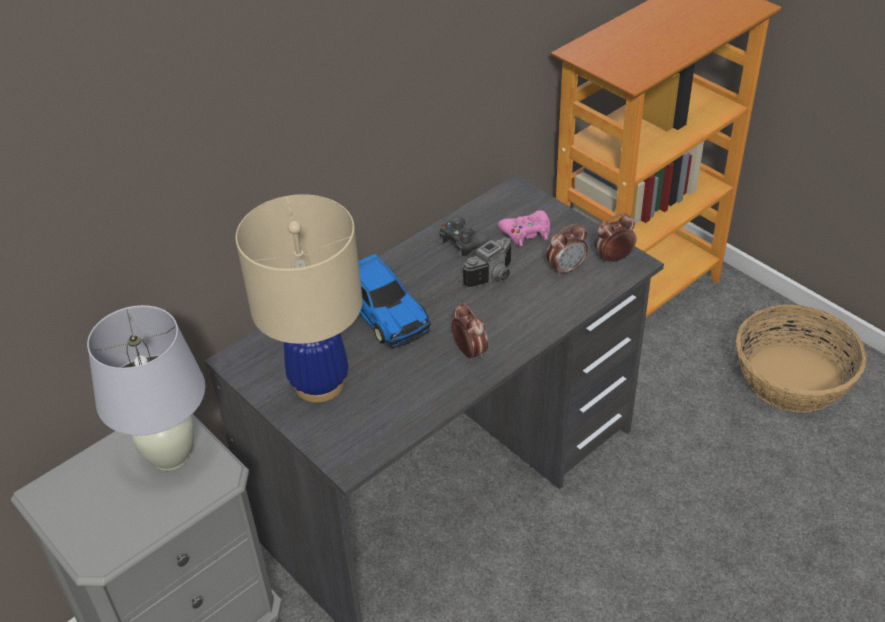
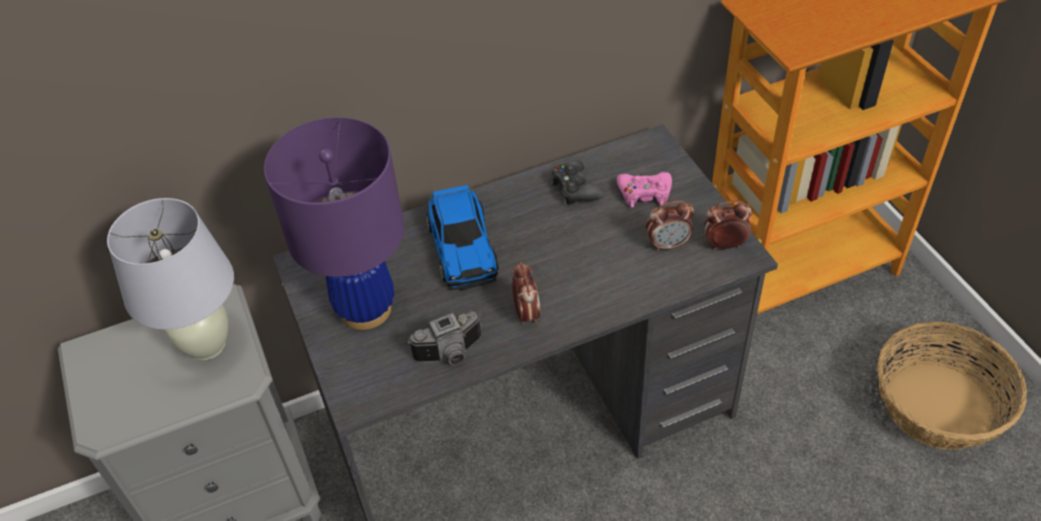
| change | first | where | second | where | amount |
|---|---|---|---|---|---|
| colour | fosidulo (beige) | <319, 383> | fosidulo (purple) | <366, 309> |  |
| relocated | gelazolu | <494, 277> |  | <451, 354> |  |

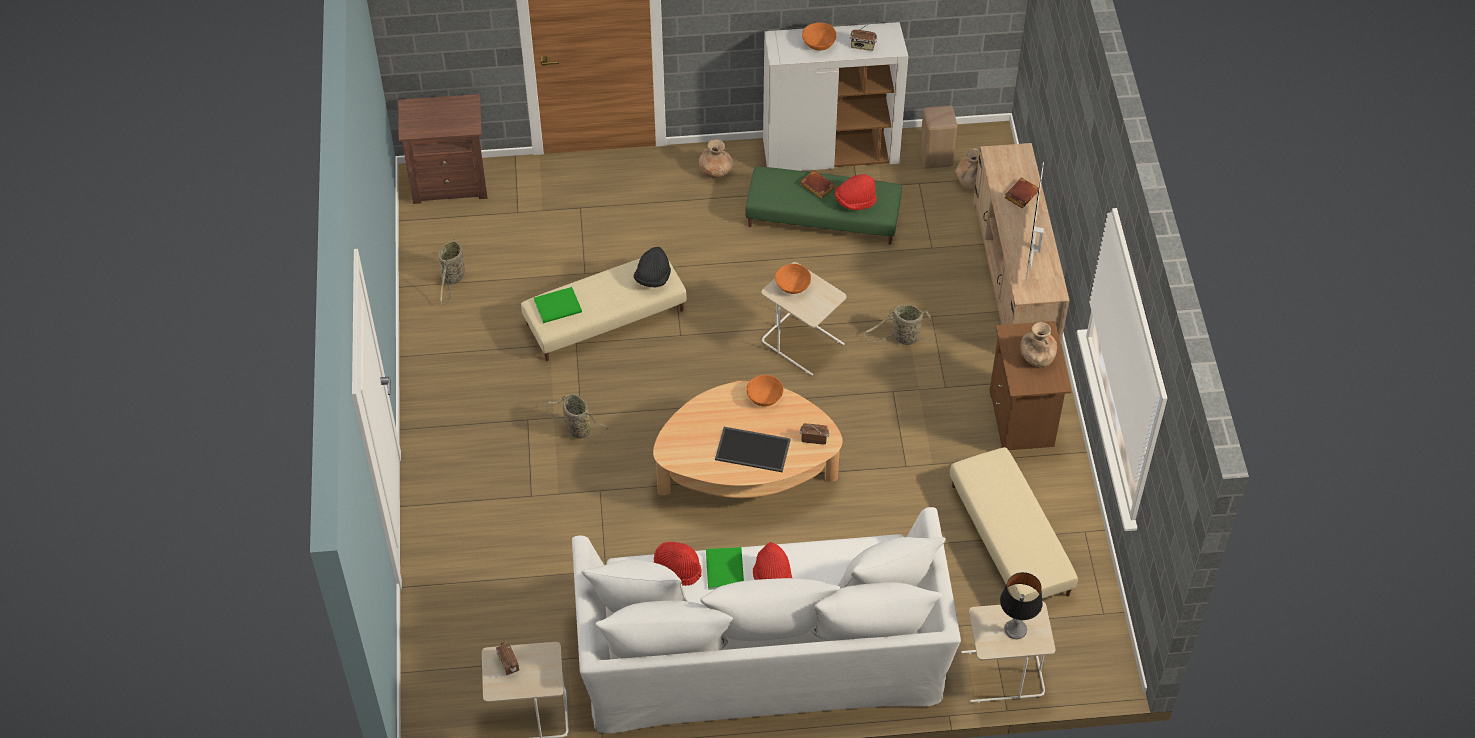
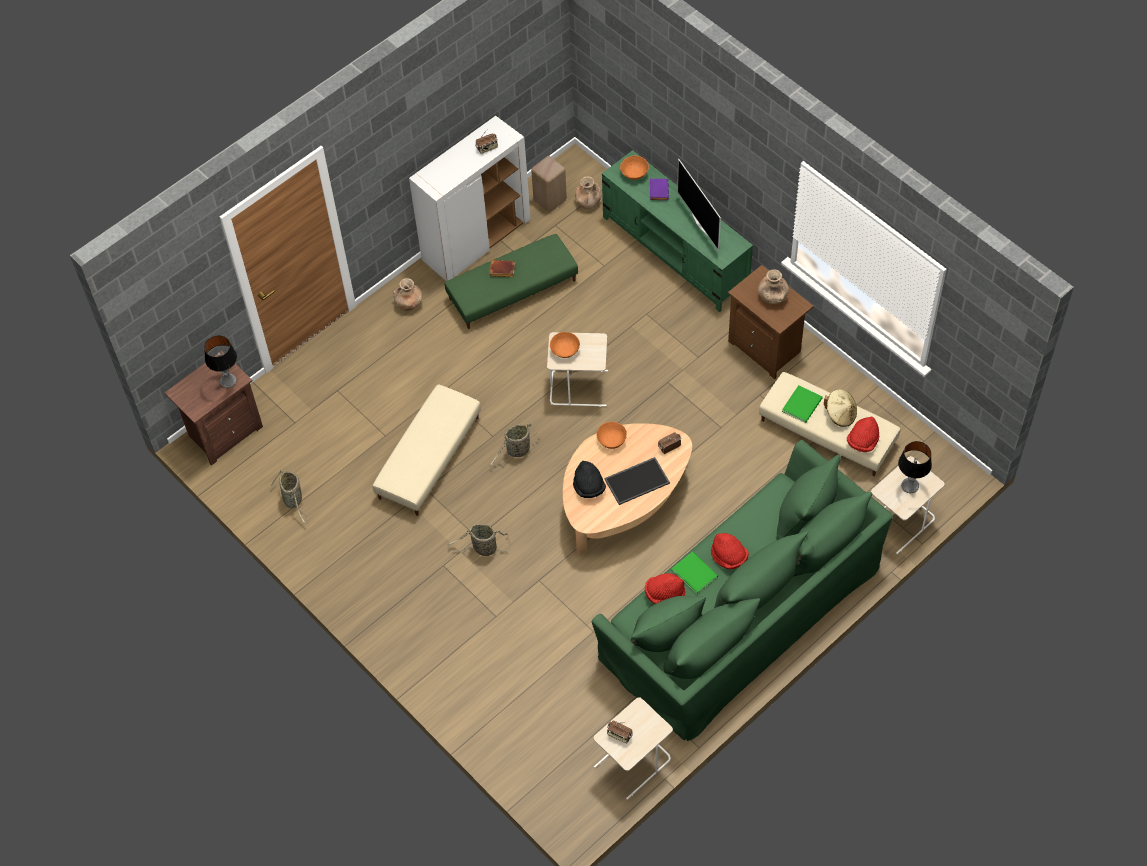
| change | first | where | second | where | amount |
|---|---|---|---|---|---|
| relocated | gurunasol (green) | <559, 307> |  | <803, 404> |  |
| colour | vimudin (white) | <761, 647> | vimudin (green) | <739, 610> |  |
| relocated | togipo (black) | <653, 278> |  | <589, 487> |  |
| relocated | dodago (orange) | <818, 44> |  | <634, 173> |  |
| relocated | togipo (red) | <855, 201> |  | <862, 441> |  |
| relocated | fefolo | <903, 337> |  | <517, 451> |  |
| colour | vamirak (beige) | <1014, 277> | vamirak (green) | <675, 252> |  |
| colour | gurunasol (brown) | <1021, 194> | gurunasol (purple) | <658, 190> |  |
| appeared |  |  | fosidulo | <228, 381> |  |
| appeared |  |  | togipo (beige) | <840, 414> |  |

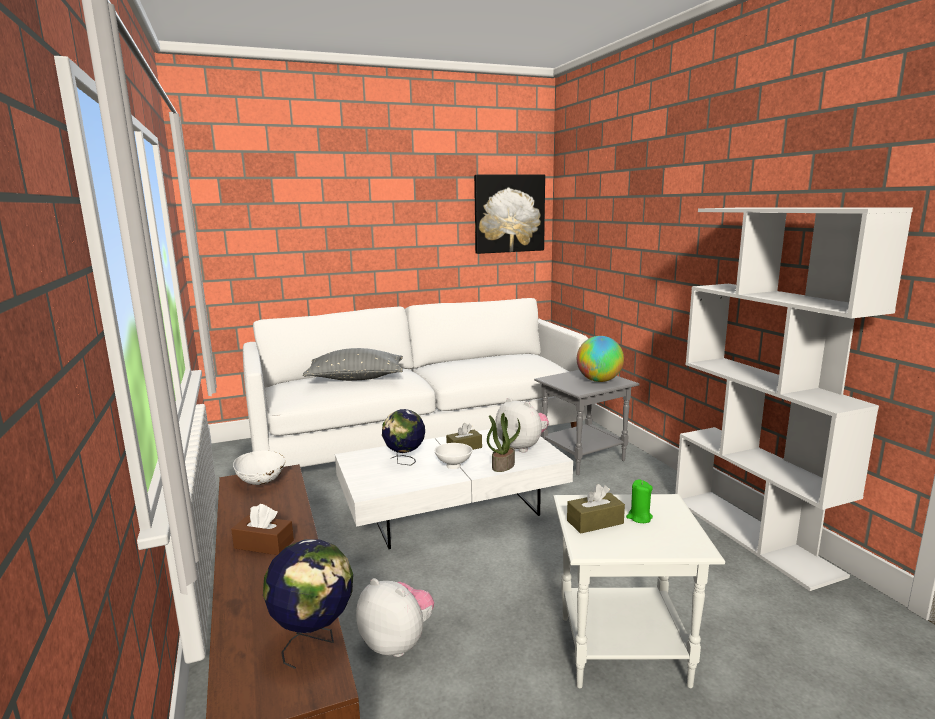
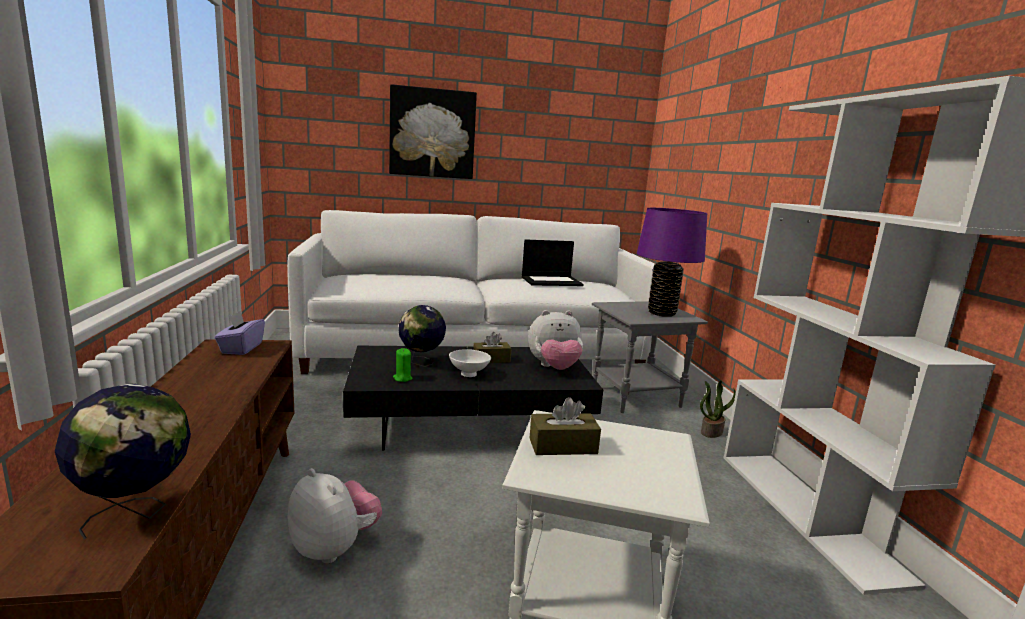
| change | first | where | second | where | amount |
|---|---|---|---|---|---|
| missing | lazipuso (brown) | <264, 544> |  |  |  |
| exchanged | dodago (white) | <262, 481> | lazipuso (purple) | <241, 348> |  |
| missing | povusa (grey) | <356, 379> |  |  |  |
| colour | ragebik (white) | <453, 510> | ragebik (black) | <469, 424> |  |
| relocated | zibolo | <509, 213> |  | <432, 133> |  |
| relocated | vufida | <503, 465> |  | <711, 431> |  |
| spun | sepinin | <522, 447> |  | <554, 368> | 120 degrees clockwise |
| exchanged | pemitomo | <599, 380> | fosidulo (purple) | <662, 313> |  |
| relocated | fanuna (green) | <639, 517> |  | <402, 378> |  |
| appeared |  |  | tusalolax | <552, 281> |  |

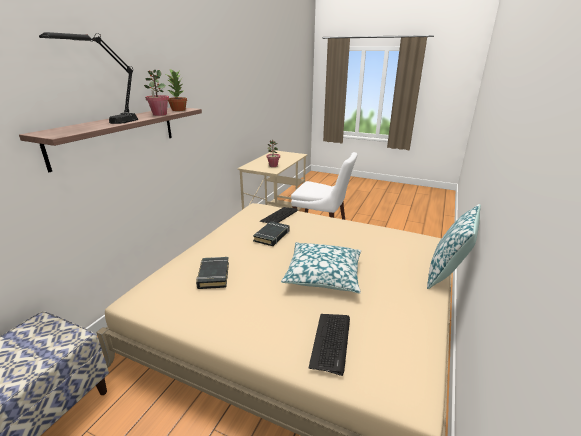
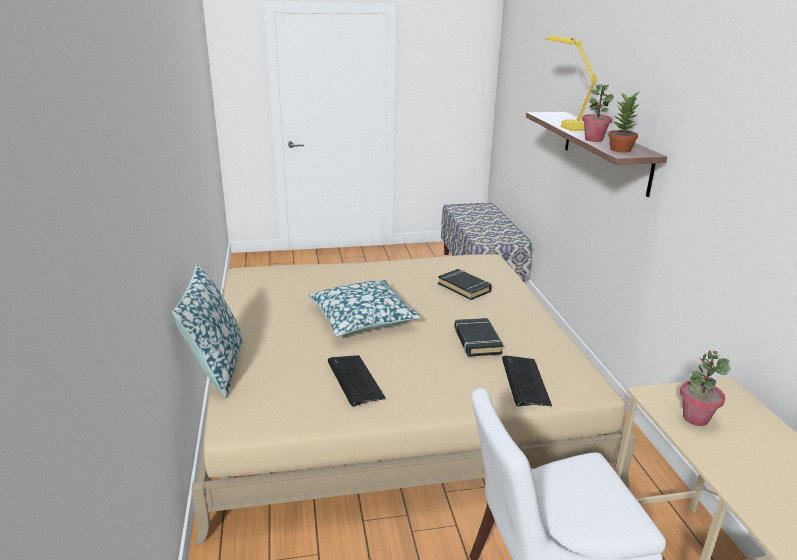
| change | first | where | second | where | amount |
|---|---|---|---|---|---|
| colour | fosidulo (black) | <108, 124> | fosidulo (yellow) | <562, 124> |  |
| relocated | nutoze | <331, 342> |  | <354, 380> |  |

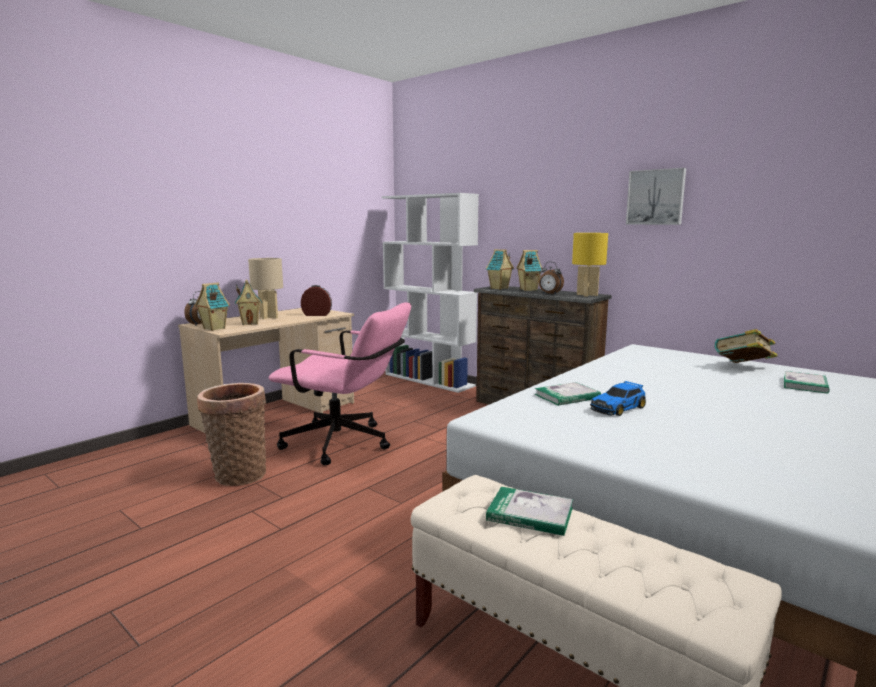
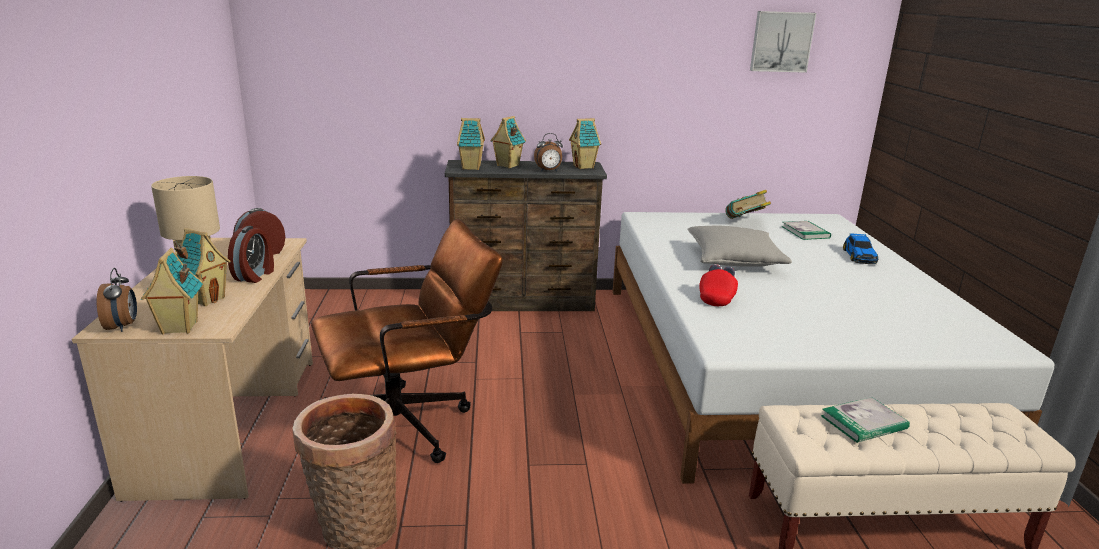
| change | first | where | second | where | amount |
|---|---|---|---|---|---|
| colour | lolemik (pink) | <346, 444> | lolemik (brown) | <410, 425> |  |
| missing | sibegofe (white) | <429, 380> |  |  |  |
| exchanged | gurunasol | <567, 396> | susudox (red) | <717, 297> |  |
| exchanged | fosidulo (yellow) | <587, 295> | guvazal | <584, 166> |  |
| relocated | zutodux | <618, 408> |  | <859, 256> |  |
| relocated | zibolo | <656, 197> |  | <781, 41> |  |
| appeared |  |  | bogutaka | <255, 275> |  |
| appeared |  |  | povusa (grey) | <734, 260> |  |

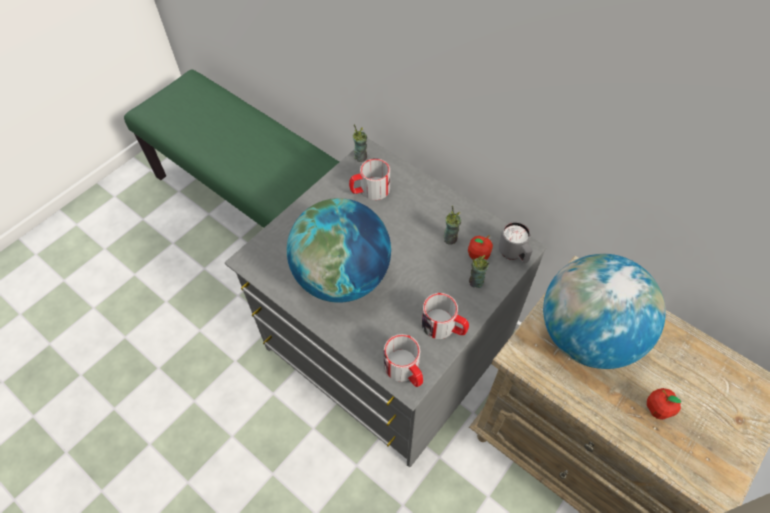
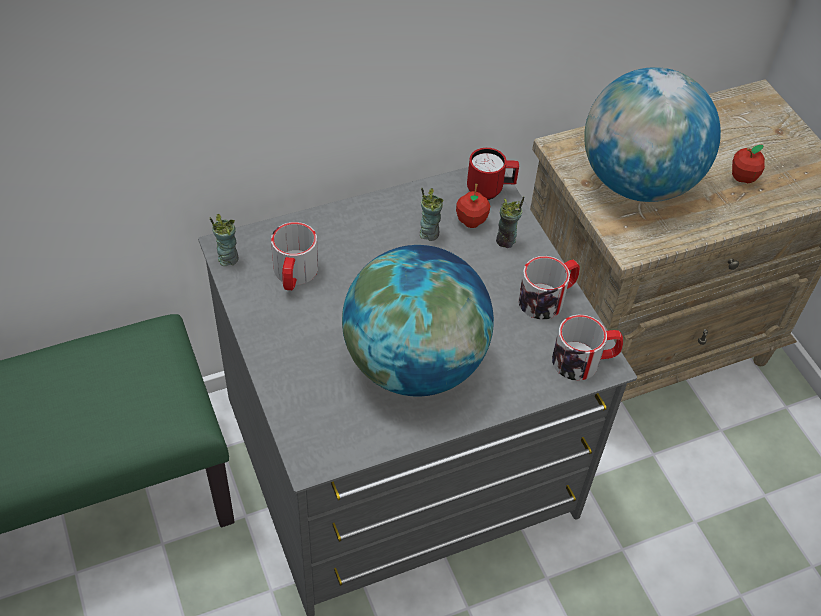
| change | first | where | second | where | amount |
|---|---|---|---|---|---|
| colour | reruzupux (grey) | <513, 254> | reruzupux (red) | <490, 190> |  |

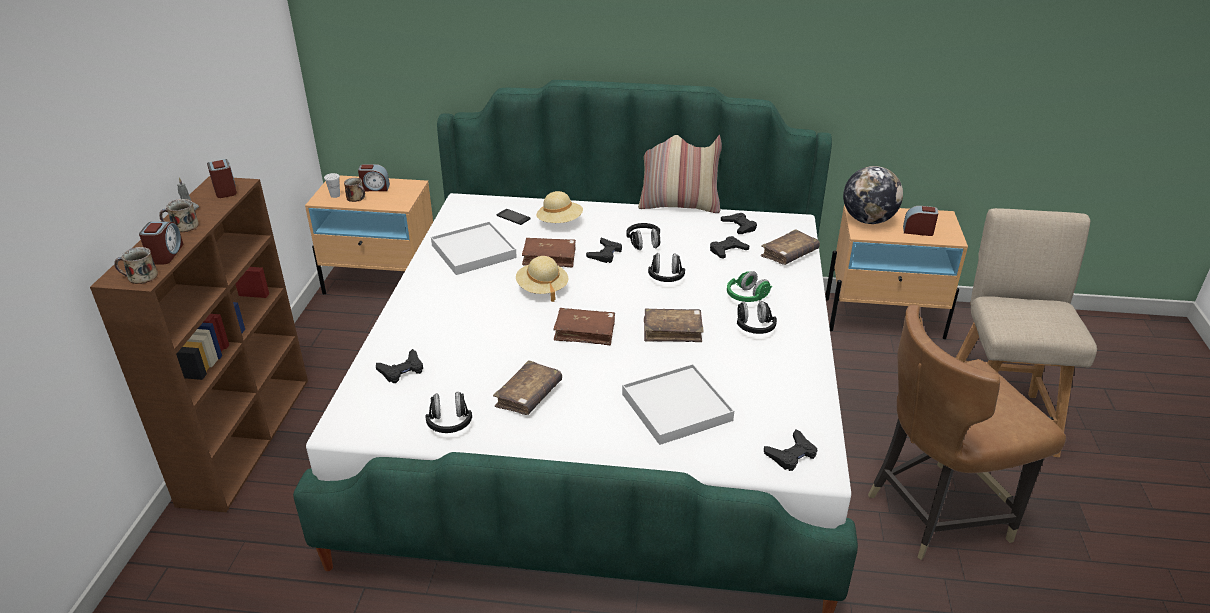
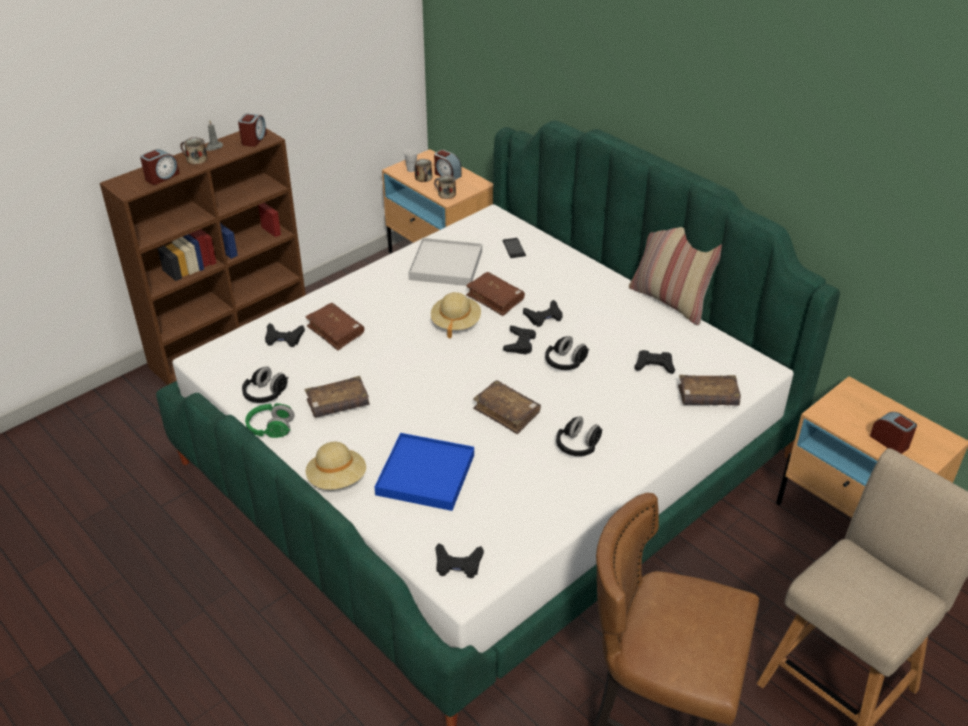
| change | first | where | second | where | amount |
|---|---|---|---|---|---|
| relocated | reruzupux | <141, 277> |  | <445, 194> |  |
| relocated | togipo (beige) | <560, 222> |  | <337, 479> |  |
| relocated | gurunasol (brown) | <585, 332> |  | <335, 331> |  |
| colour | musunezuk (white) | <676, 407> | musunezuk (blue) | <426, 474> |  |
| missing | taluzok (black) | <644, 243> |  |  |  |
| relocated | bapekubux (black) | <739, 226> |  | <520, 343> |  |
| relocated | taluzok (green) | <747, 297> |  | <271, 428> |  |
| missing | pemitomo | <868, 220> |  |  |  |

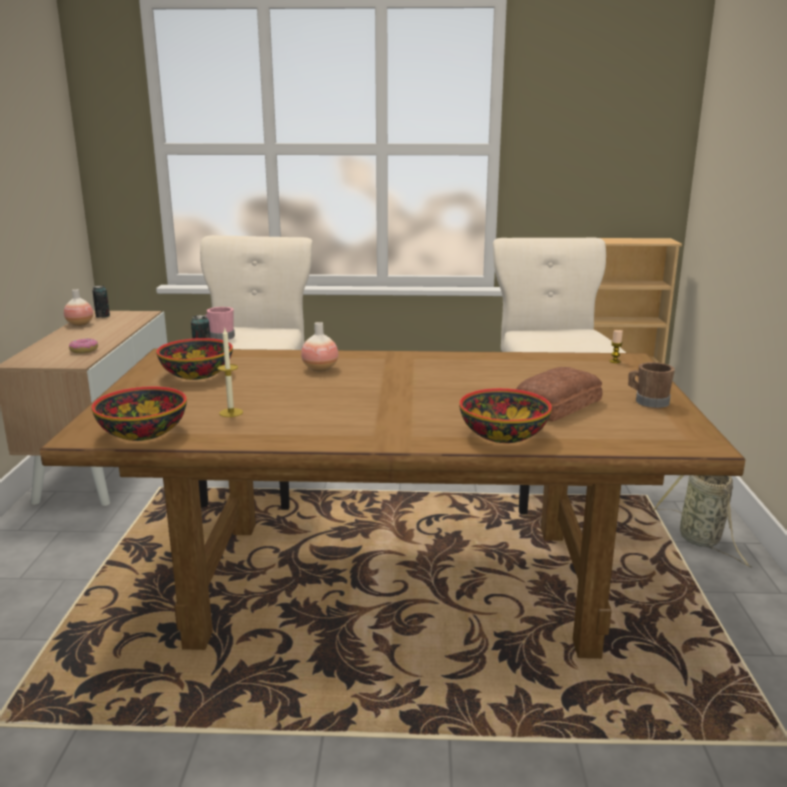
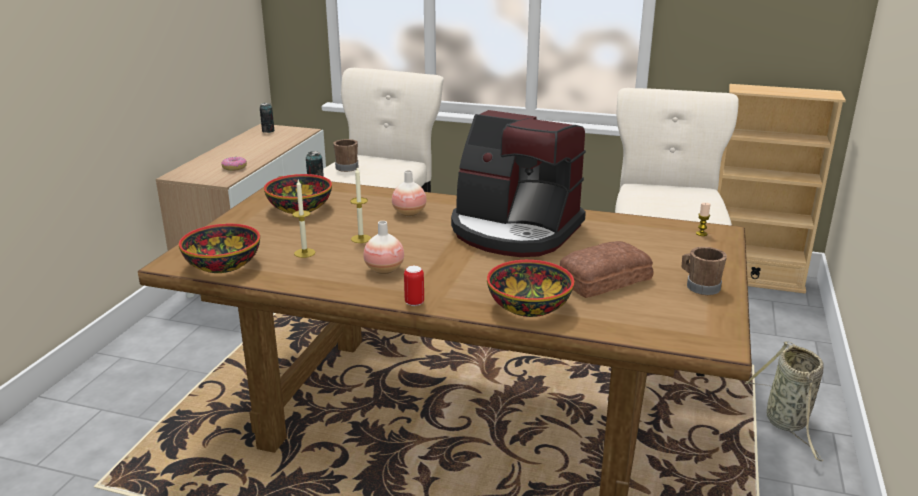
| change | first | where | second | where | amount |
|---|---|---|---|---|---|
| relocated | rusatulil | <80, 324> |  | <384, 270> |  |
| colour | reruzupux (pink) | <220, 337> | reruzupux (brown) | <345, 167> |  |
| appeared |  |  | fanuna | <361, 239> |  |
| appeared |  |  | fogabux | <414, 302> |  |
| appeared |  |  | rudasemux | <514, 231> |  |

